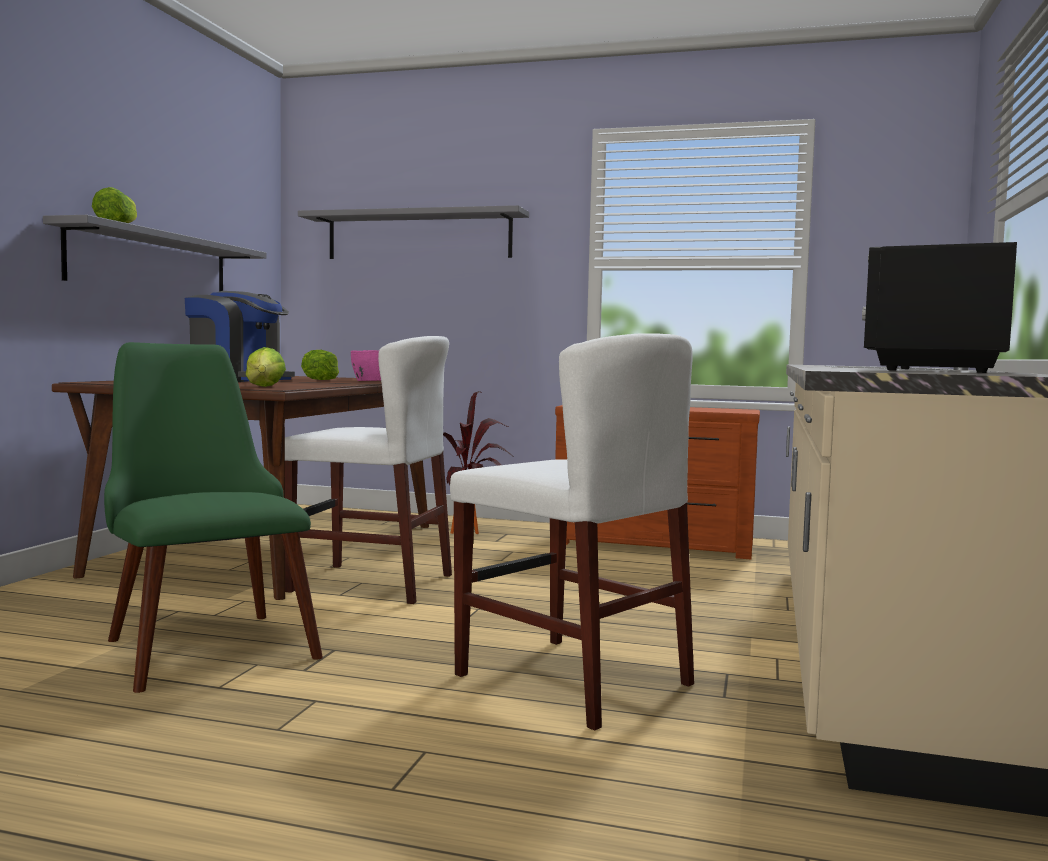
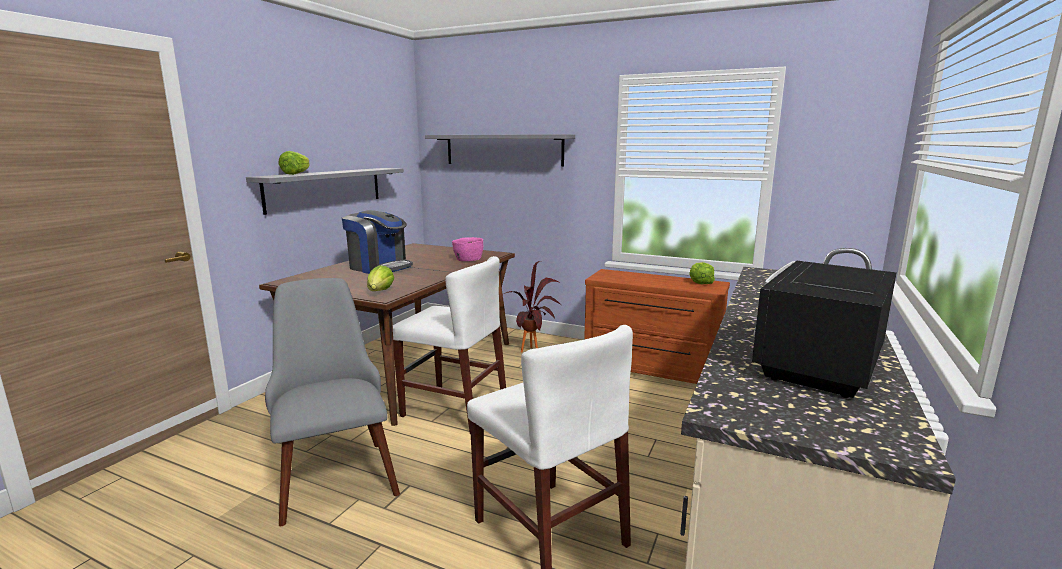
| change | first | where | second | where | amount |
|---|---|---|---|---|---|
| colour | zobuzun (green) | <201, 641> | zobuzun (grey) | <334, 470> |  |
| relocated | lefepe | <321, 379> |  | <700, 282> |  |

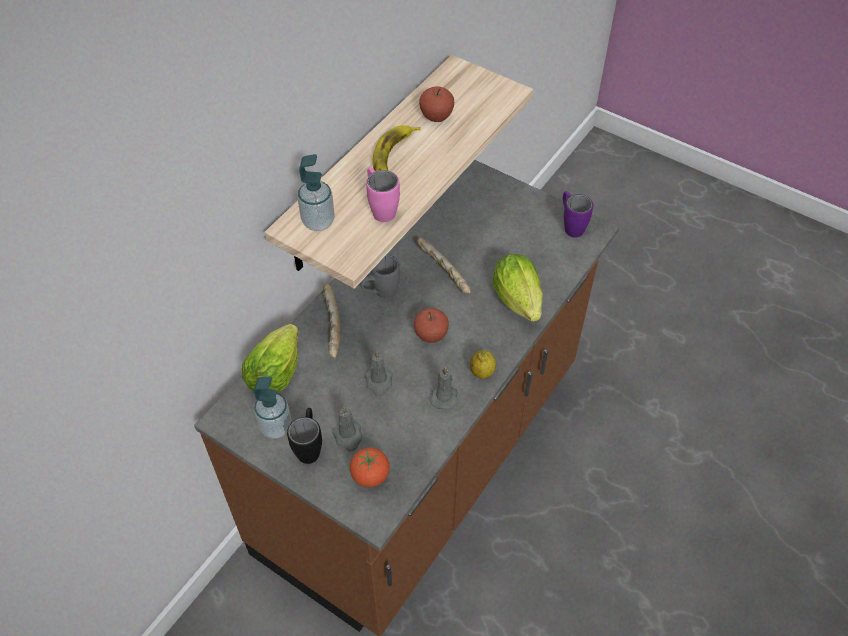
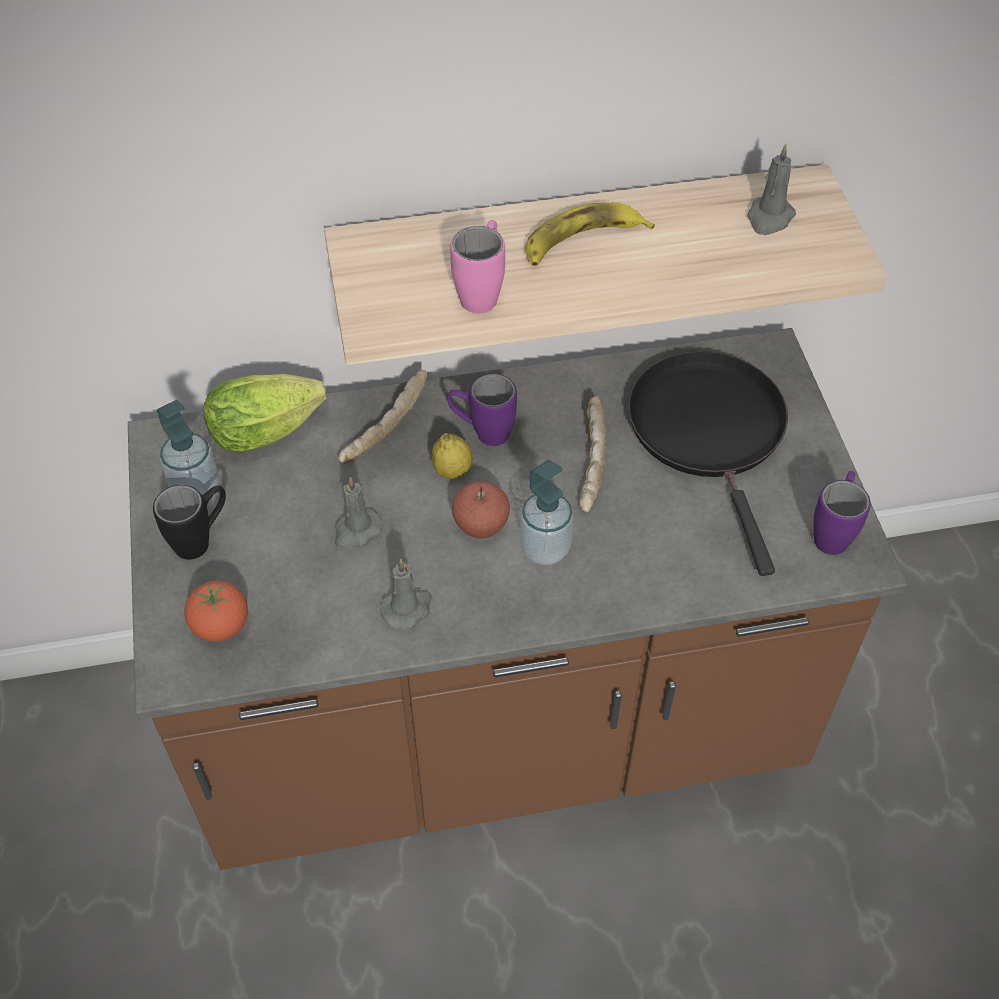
| change | first | where | second | where | amount |
|---|---|---|---|---|---|
| relocated | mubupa | <318, 222> |  | <545, 548> |  |
| relocated | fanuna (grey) | <348, 436> |  | <769, 218> |  |
| colour | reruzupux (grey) | <380, 294> | reruzupux (purple) | <482, 432> |  |
| missing | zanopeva | <436, 116> |  |  |  |
| relocated | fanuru | <482, 372> |  | <452, 471> |  |
| missing | lefepe | <519, 304> |  |  |  |
| appeared |  |  | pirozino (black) | <710, 432> |  |

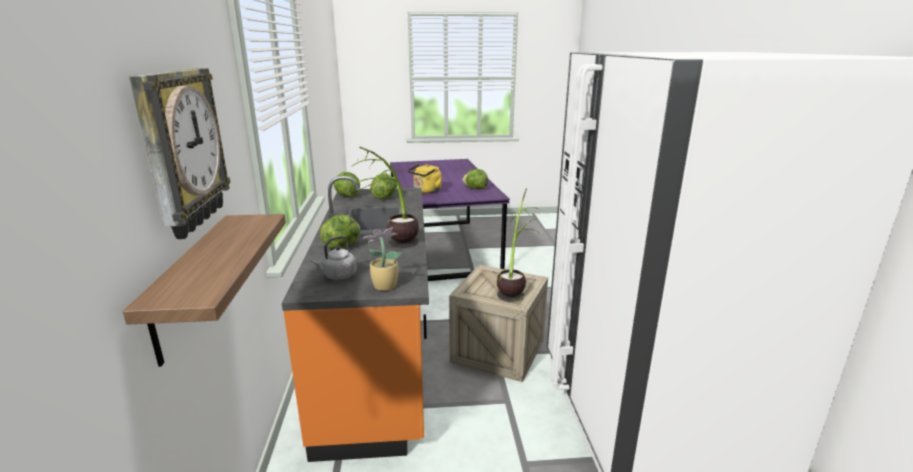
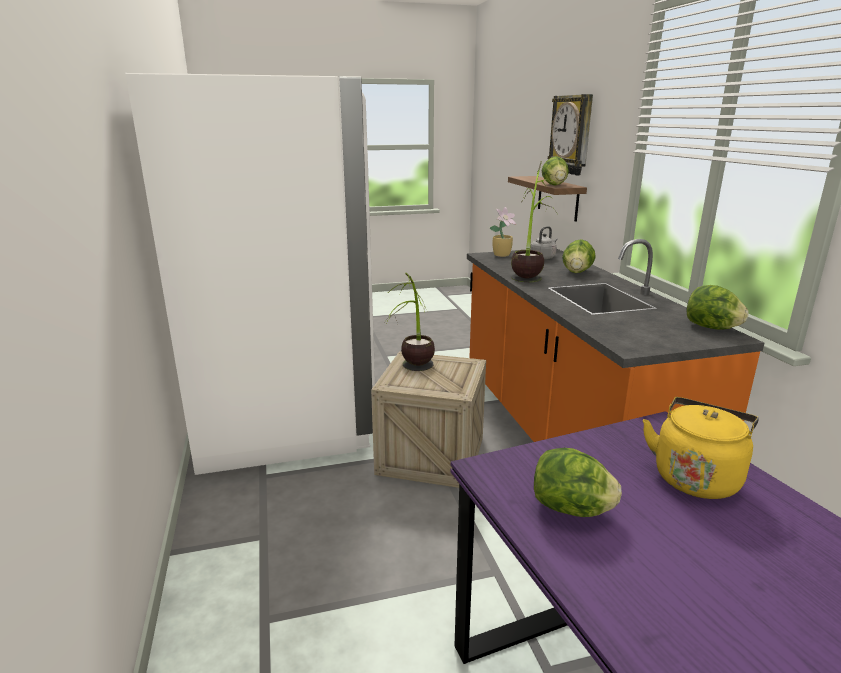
| change | first | where | second | where | amount |
|---|---|---|---|---|---|
| relocated | lefepe | <384, 197> |  | <554, 185> |  |

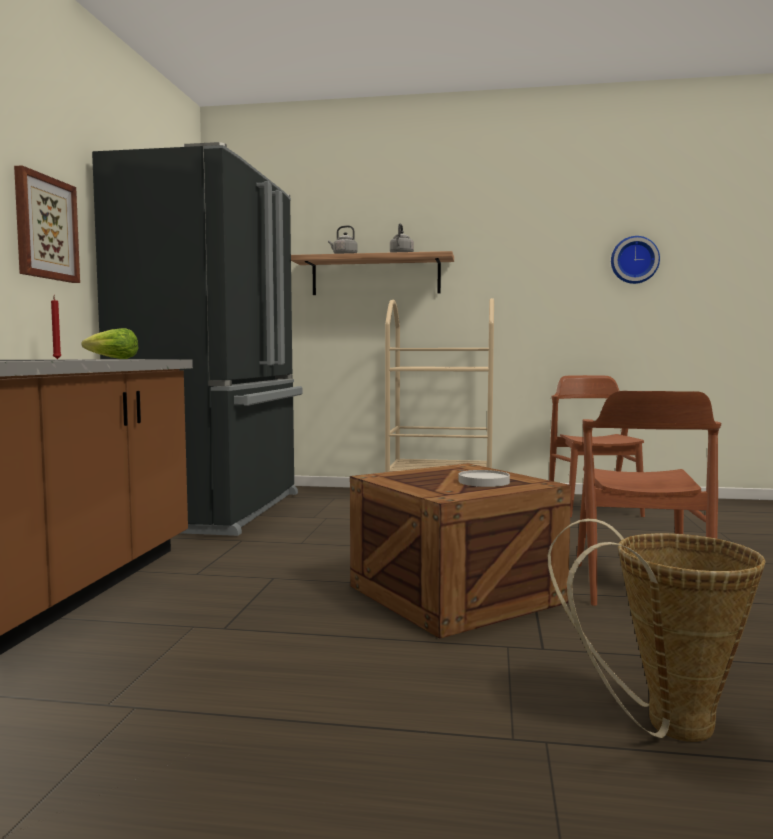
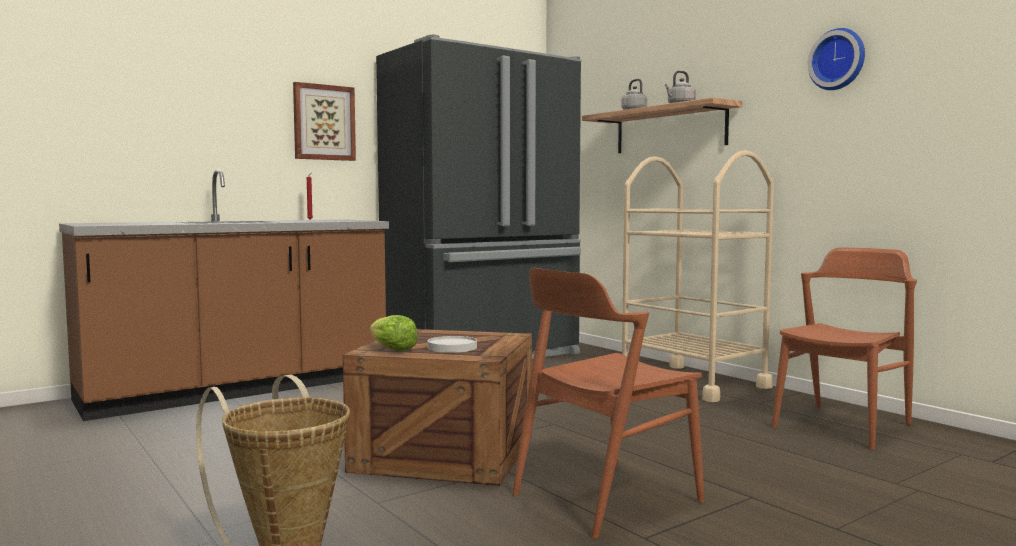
| change | first | where | second | where | amount |
|---|---|---|---|---|---|
| relocated | lefepe | <112, 359> |  | <391, 349> |  |
| relocated | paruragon | <634, 260> |  | <838, 60> |  |

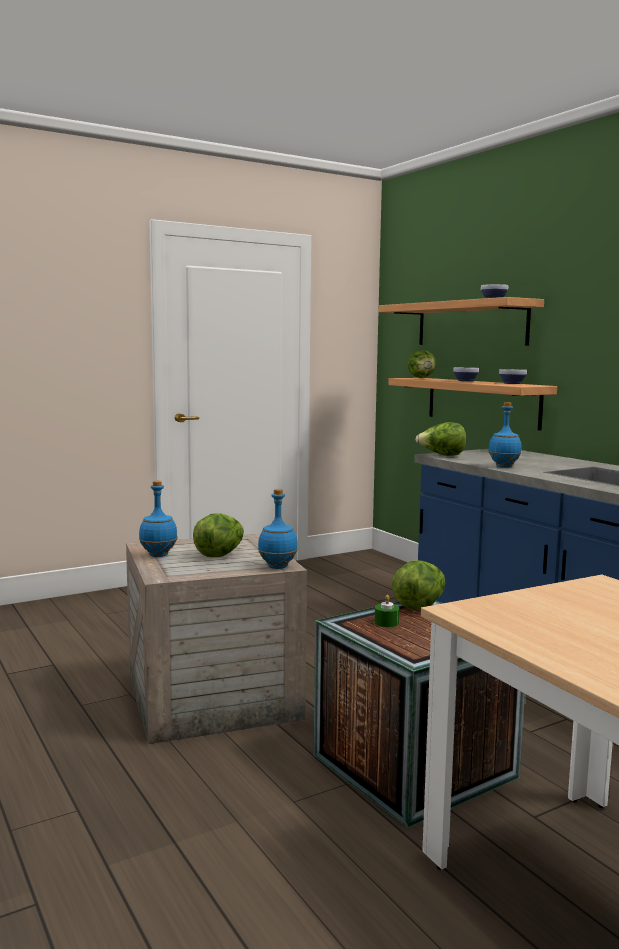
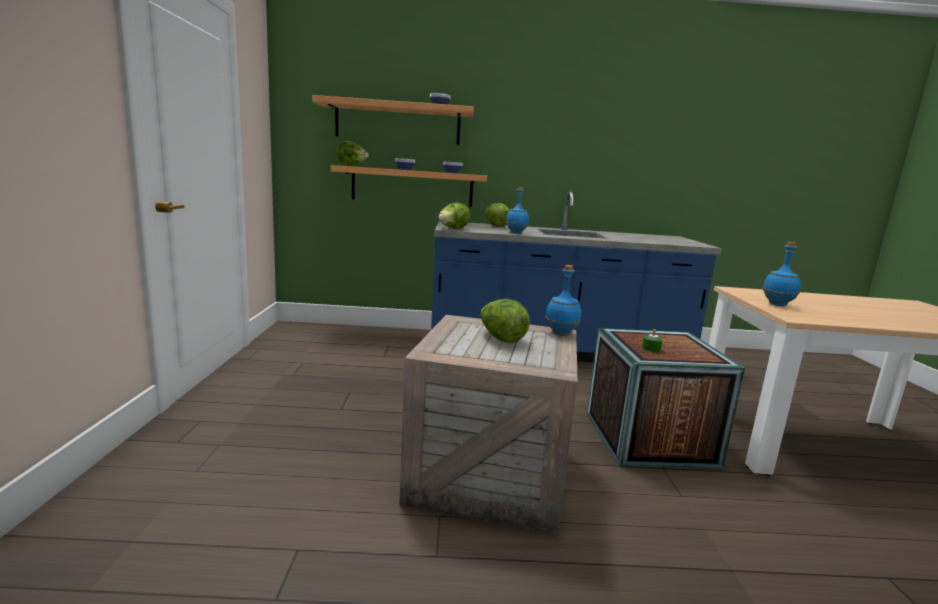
| change | first | where | second | where | amount |
|---|---|---|---|---|---|
| relocated | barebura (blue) | <158, 555> |  | <778, 305> |  |
| relocated | lefepe | <419, 605> |  | <495, 226> |  |

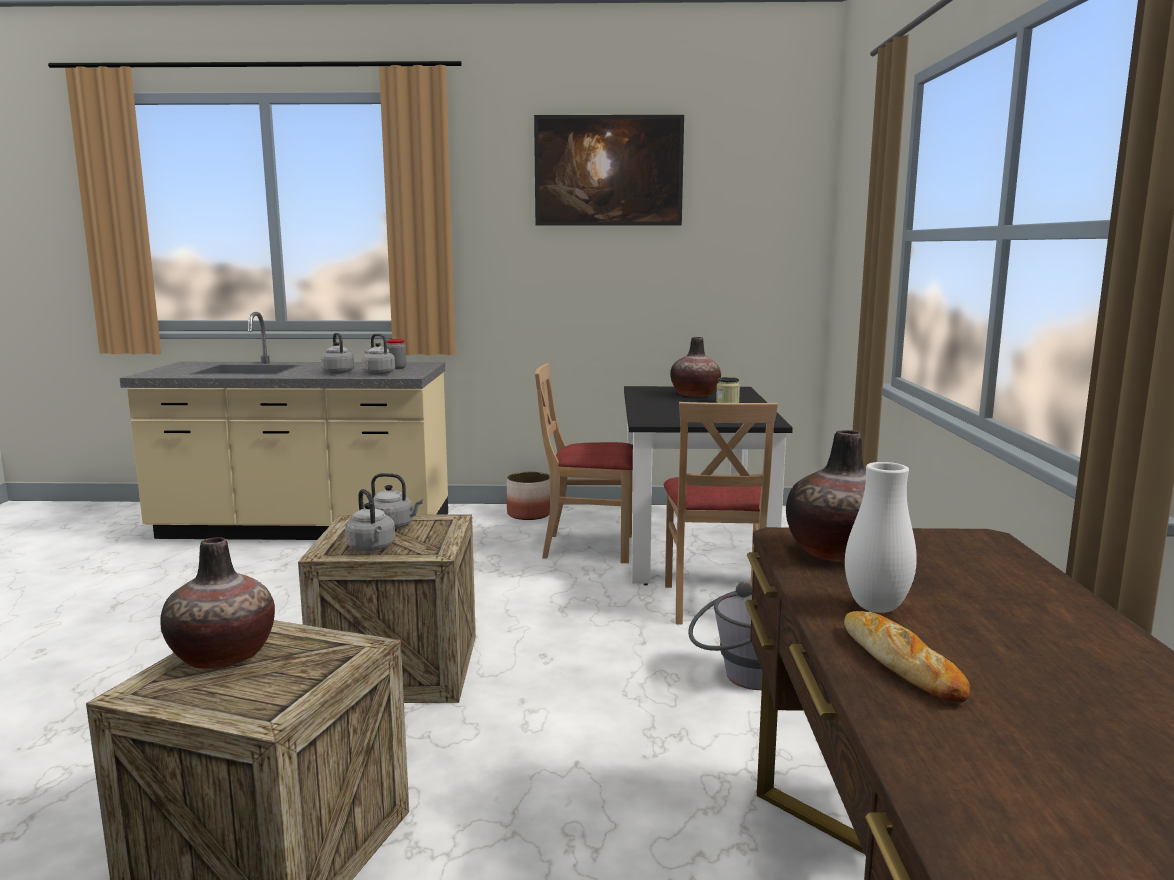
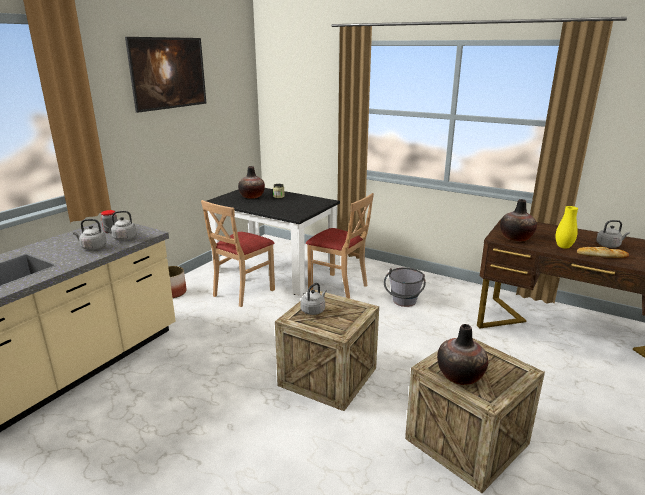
| change | first | where | second | where | amount |
|---|---|---|---|---|---|
| relocated | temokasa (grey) | <372, 548> |  | <609, 245> |  |
| colour | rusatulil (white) | <876, 607> | rusatulil (yellow) | <563, 247> |  |

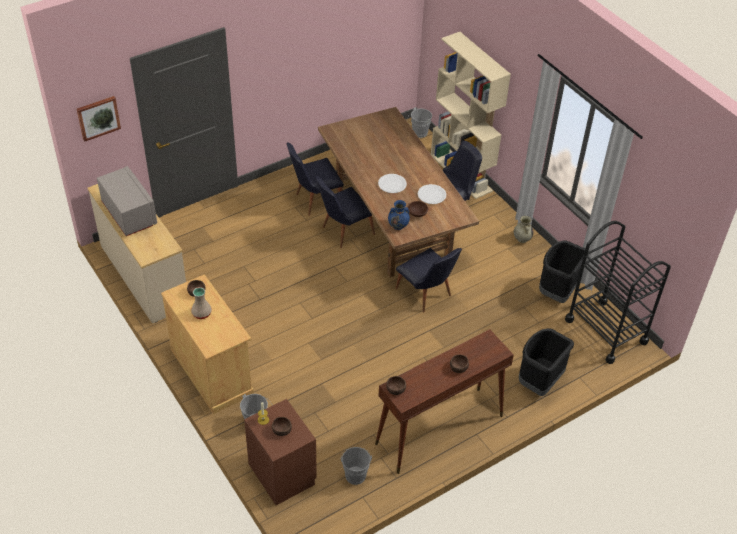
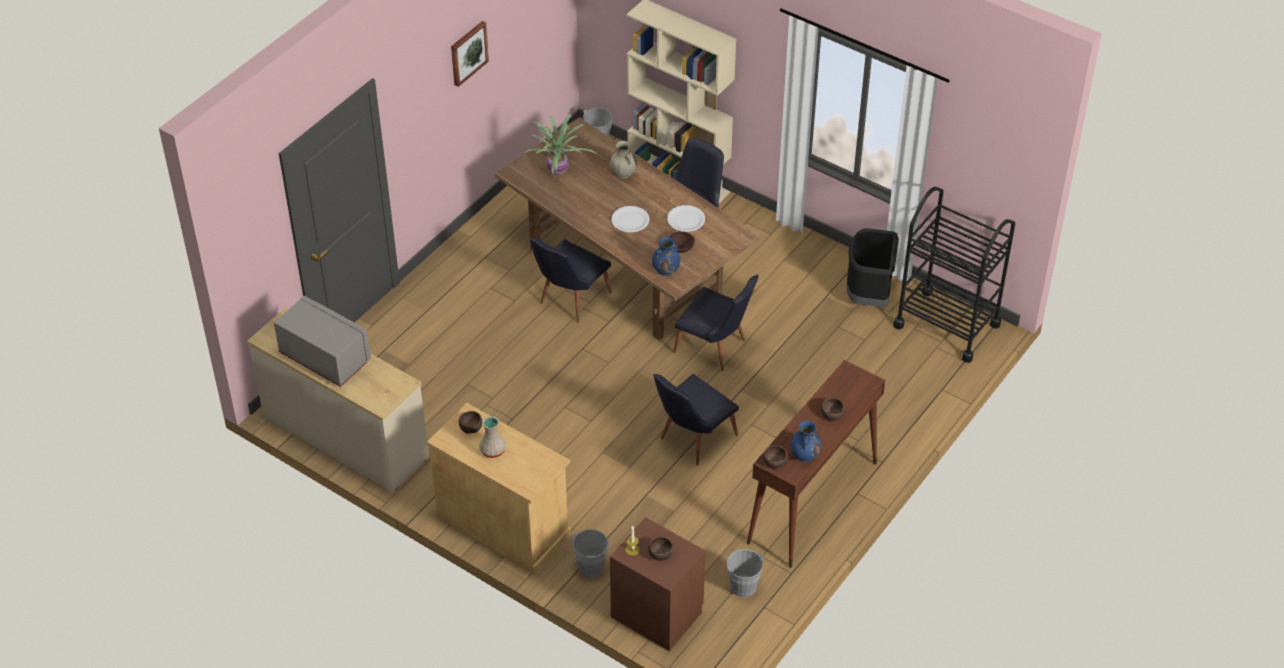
| change | first | where | second | where | amount |
|---|---|---|---|---|---|
| relocated | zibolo | <98, 117> |  | <468, 53> |  |
| relocated | zobuzun (black) | <315, 200> |  | <692, 439> |  |
| relocated | rusatulil (beige) | <522, 238> |  | <623, 173> |  |
| missing | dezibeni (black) | <539, 382> |  |  |  |
| appeared |  |  | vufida | <558, 170> |  |
| appeared |  |  | rusatulil (blue) | <804, 455> |  |

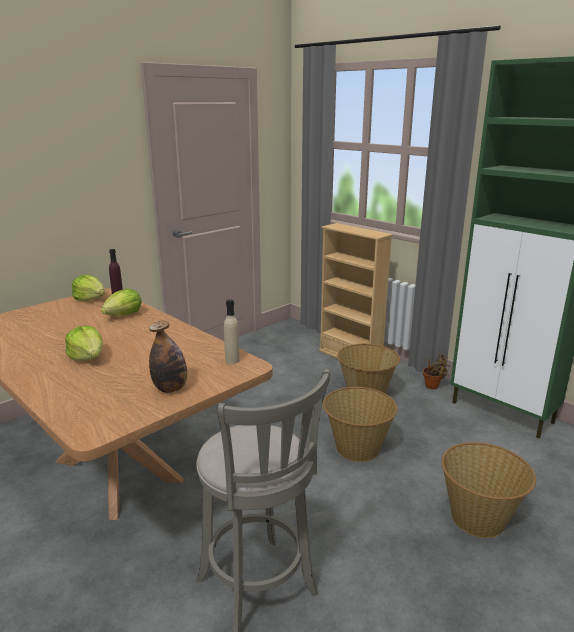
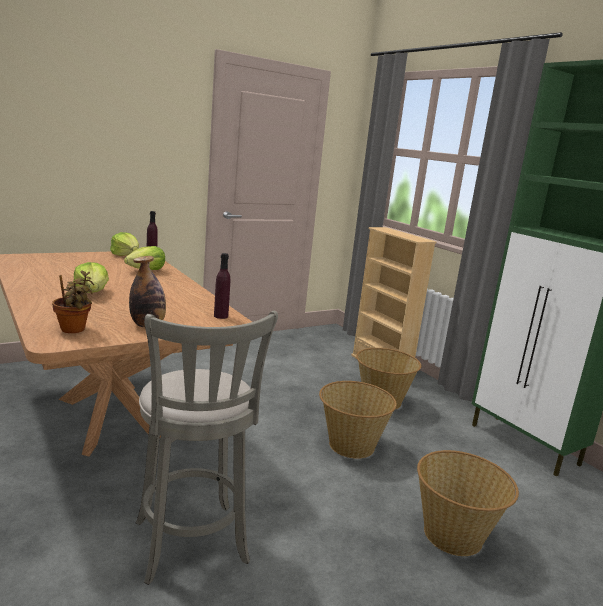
| change | first | where | second | where | amount |
|---|---|---|---|---|---|
| colour | barebura (beige) | <232, 360> | barebura (purple) | <221, 316> |  |
| relocated | vufida | <433, 386> |  | <74, 330> |  |

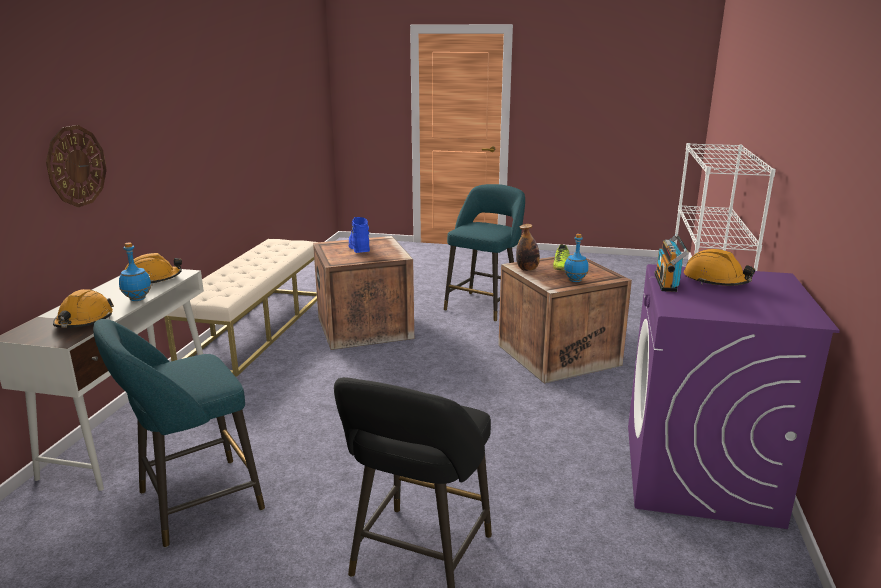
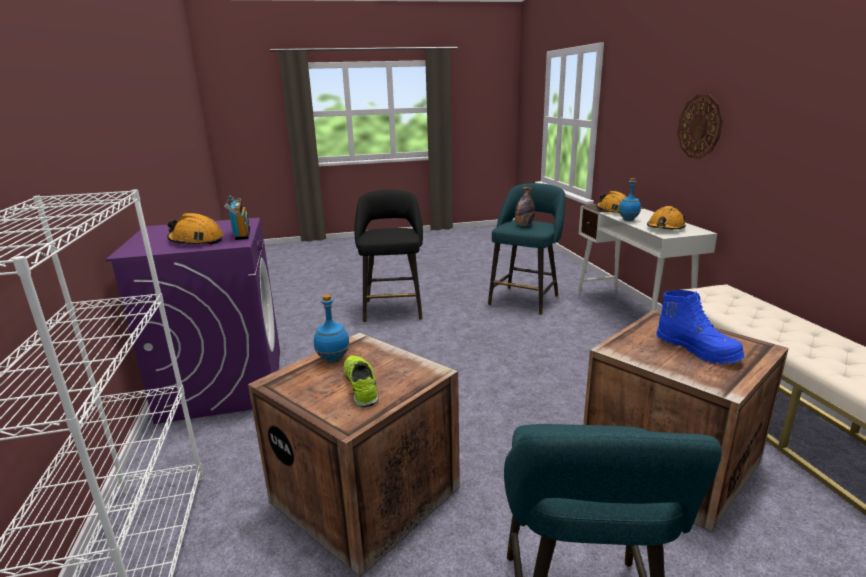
| change | first | where | second | where | amount |
|---|---|---|---|---|---|
| relocated | barebura | <527, 269> |  | <524, 225> |  |

